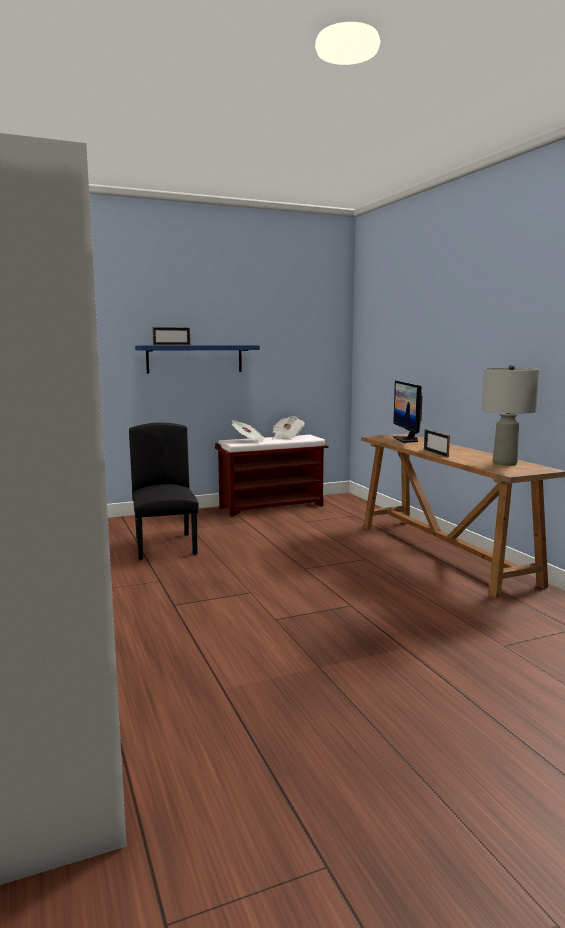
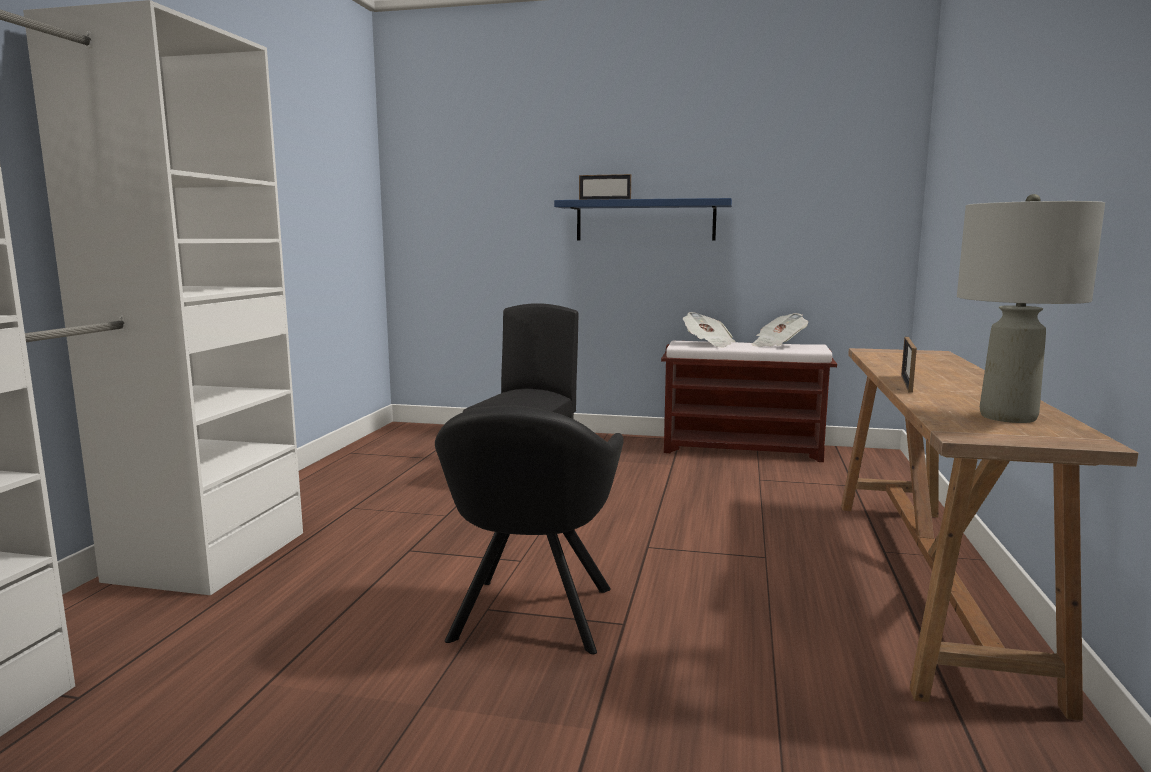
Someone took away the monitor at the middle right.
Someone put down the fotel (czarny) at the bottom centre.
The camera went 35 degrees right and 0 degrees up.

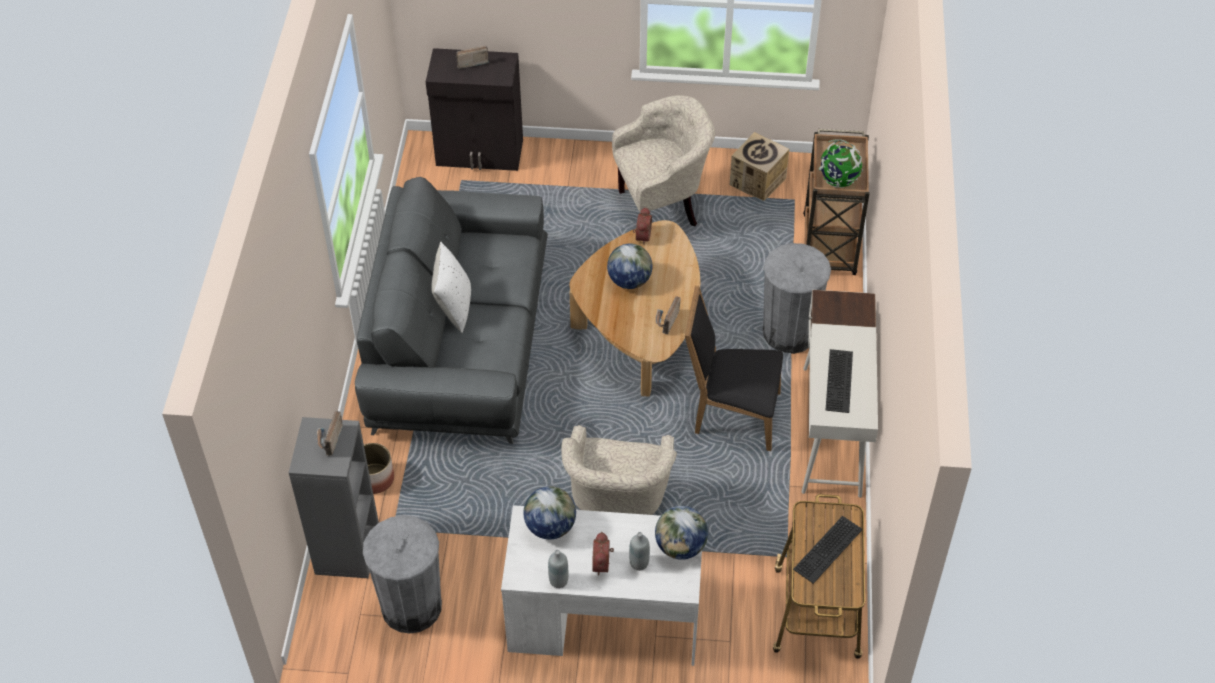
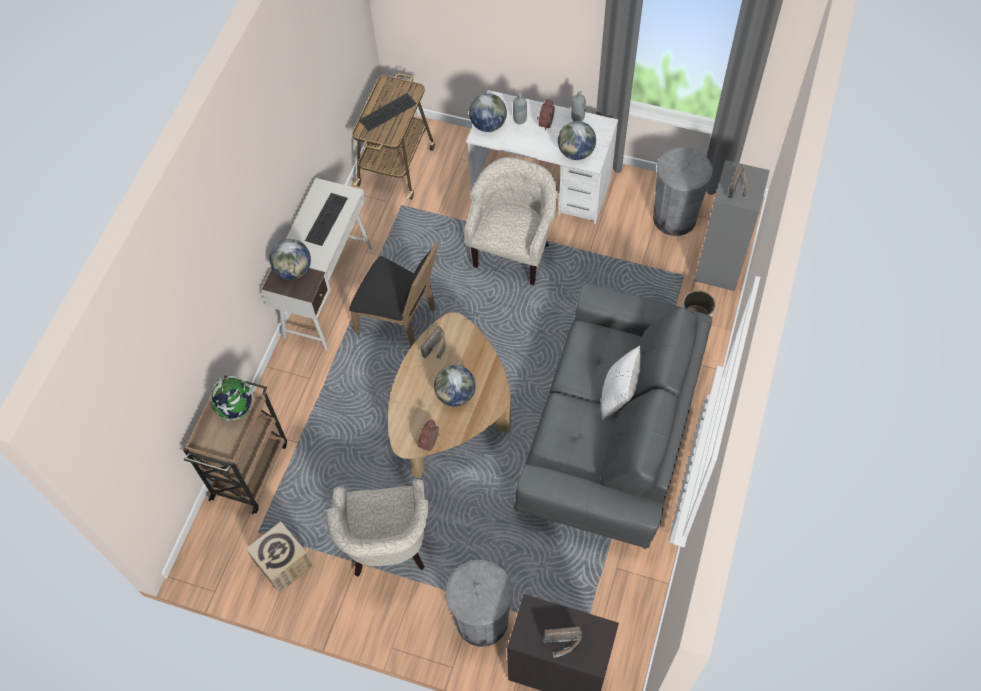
Someone put down the globus (no. 2 from left) at the middle left.
Someone carried the kosz na śmieci (szary) (no. 2 from left in the first image) from the centre to the bottom centre.
Someone rotated the fotel (beżowy) (no. 2 from left in the first image) at the top centre by 90 degrees counterclockwise.
The camera went 165 degrees left and 10 degrees up.

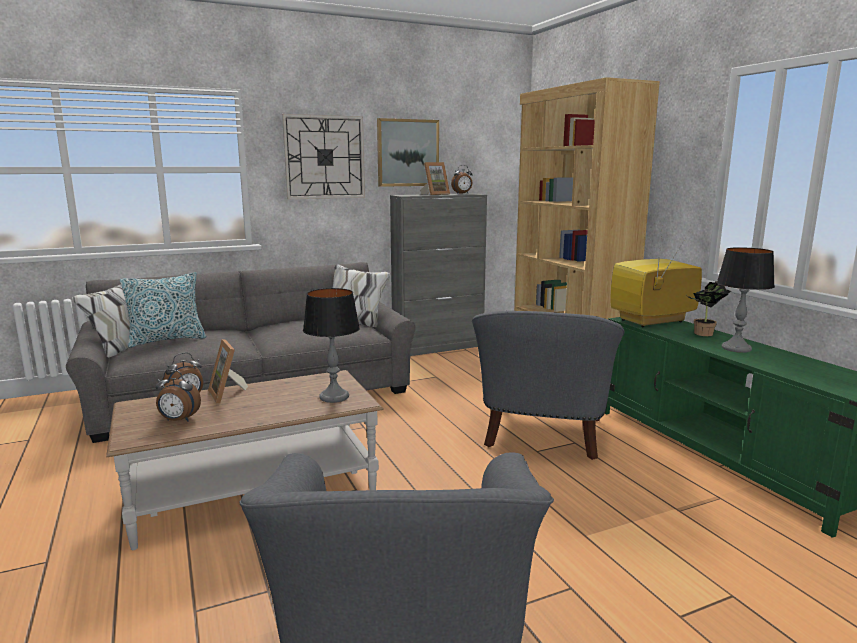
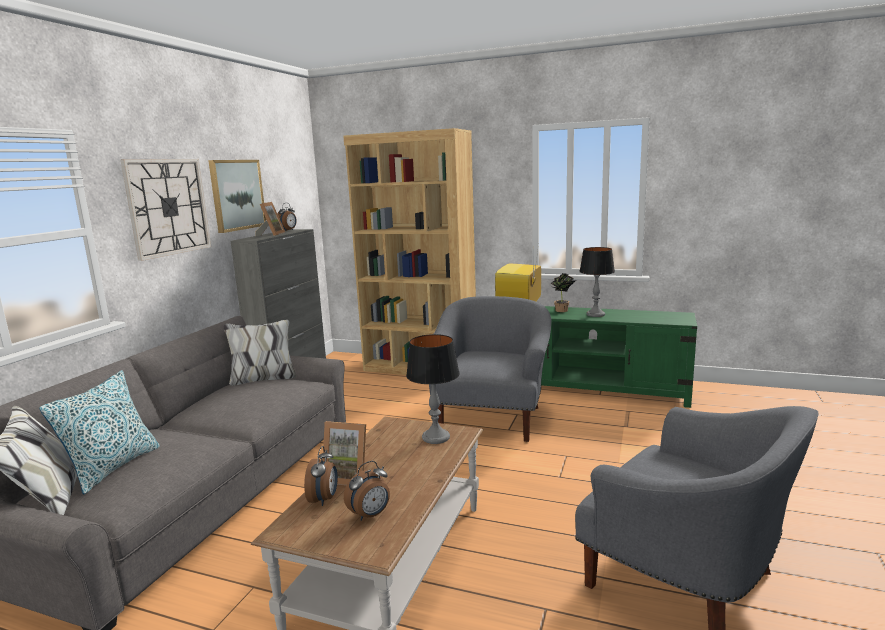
Someone rotated the fotel (szary) (no. 2 from left in the first image) at the centre by 135 degrees counterclockwise.
The camera went 45 degrees left and 0 degrees up.

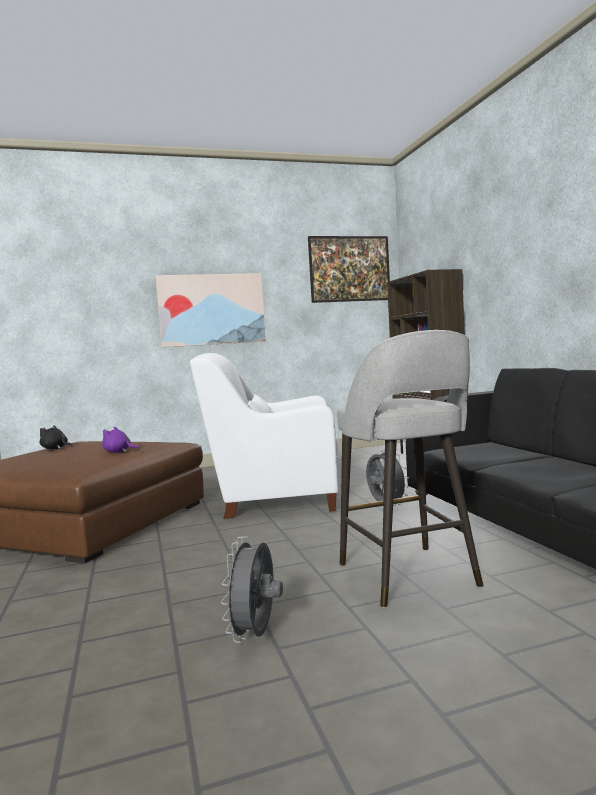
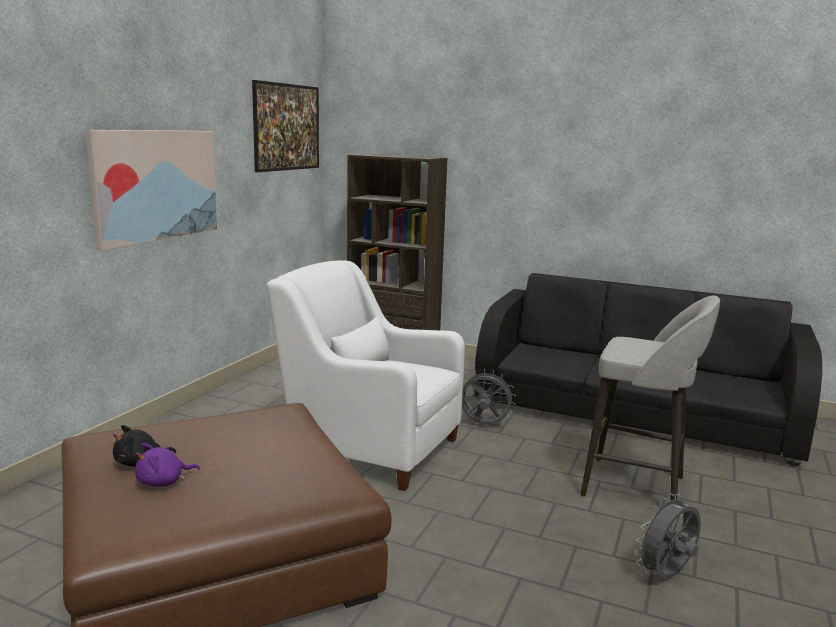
Someone carried the pluszak (fioletowy) from the middle left to the bottom left.
Someone rotated the fotel (biały) at the centre by 75 degrees clockwise.
Someone rotated the wentylator (szary) (no. 1 from left in the first image) at the bottom centre by 90 degrees clockwise.
The camera went 50 degrees left and 10 degrees up.

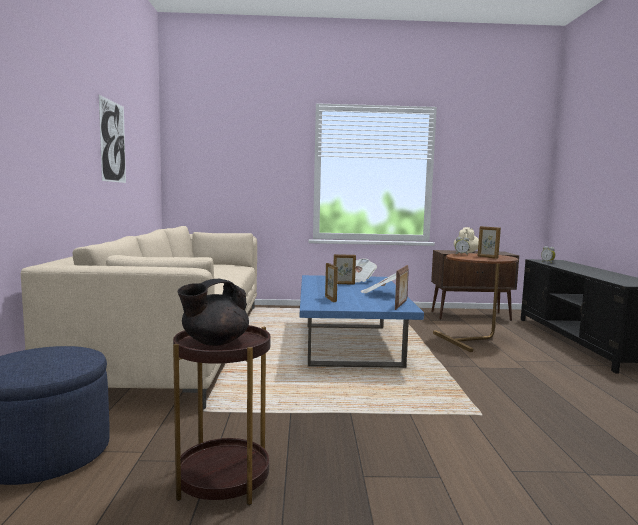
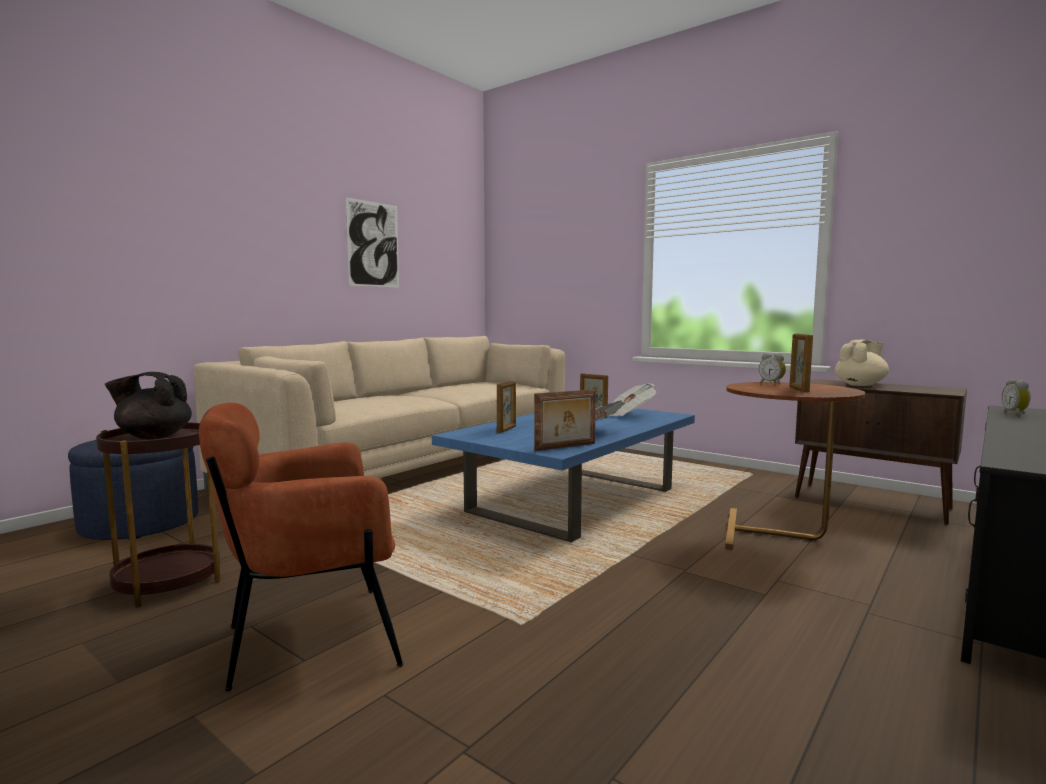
Someone put down the fotel (brązowy) at the bottom left.
The camera went 40 degrees right and 0 degrees up.

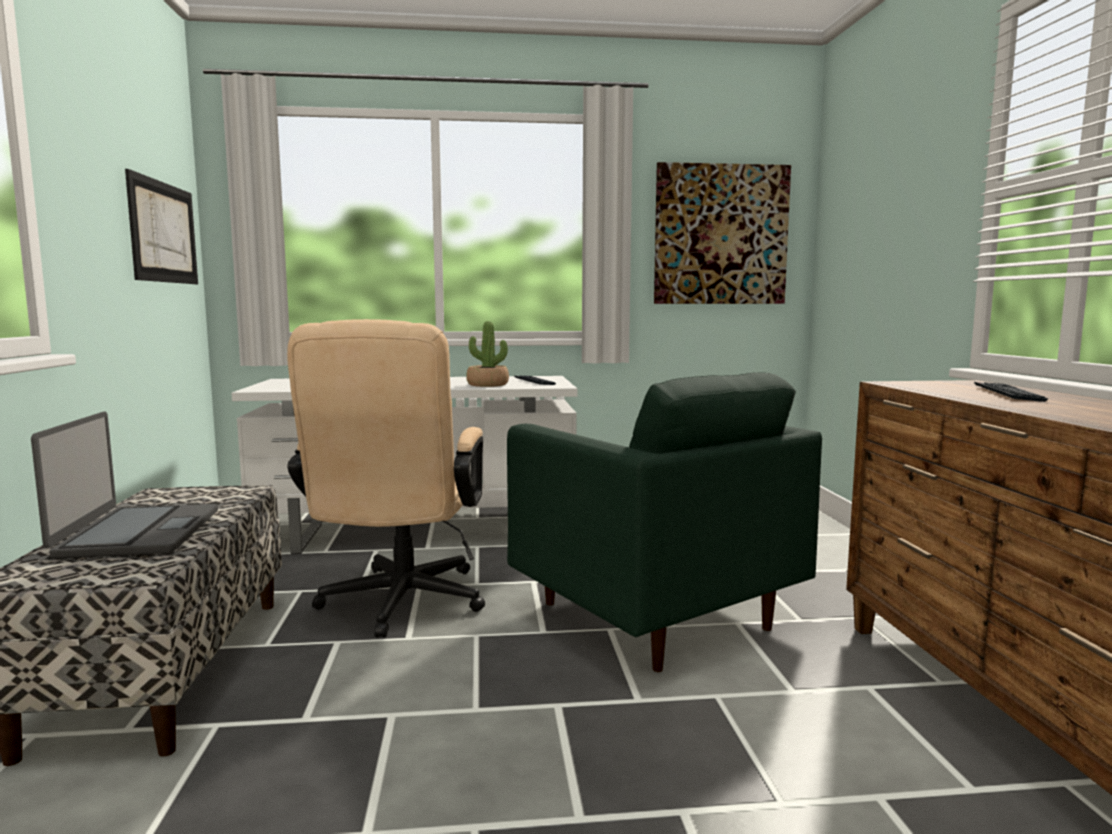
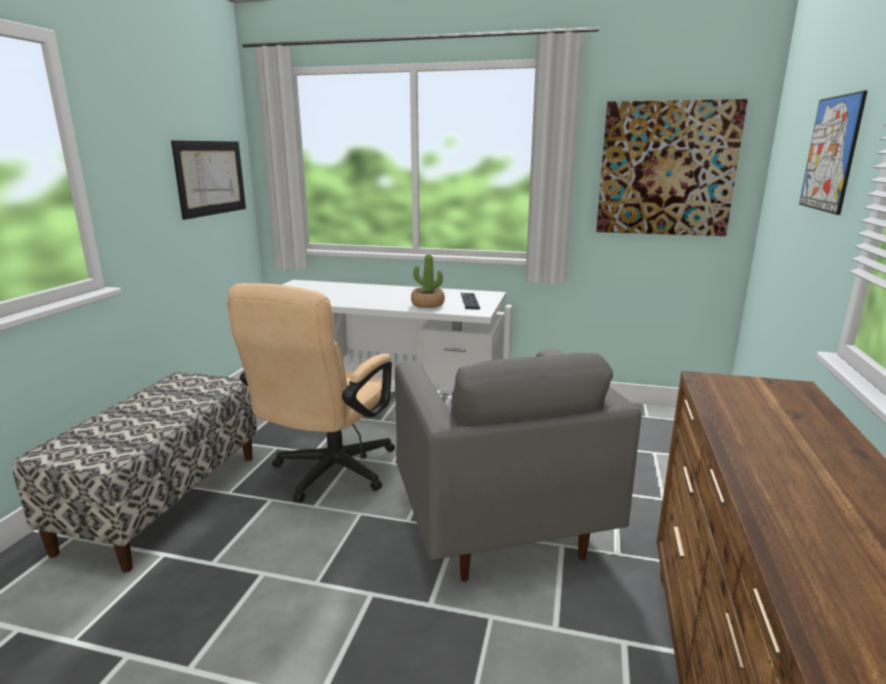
Someone took away the laptop at the middle left.
Someone took away the klawiatura (no. 2 from left) at the middle right.
Someone put up the obraz (no. 3 from left) at the top right.
Someone repainted the fotel (zielony) at the centre, which became the fotel (szary) at the bottom centre.
The camera went 20 degrees right and 10 degrees up.

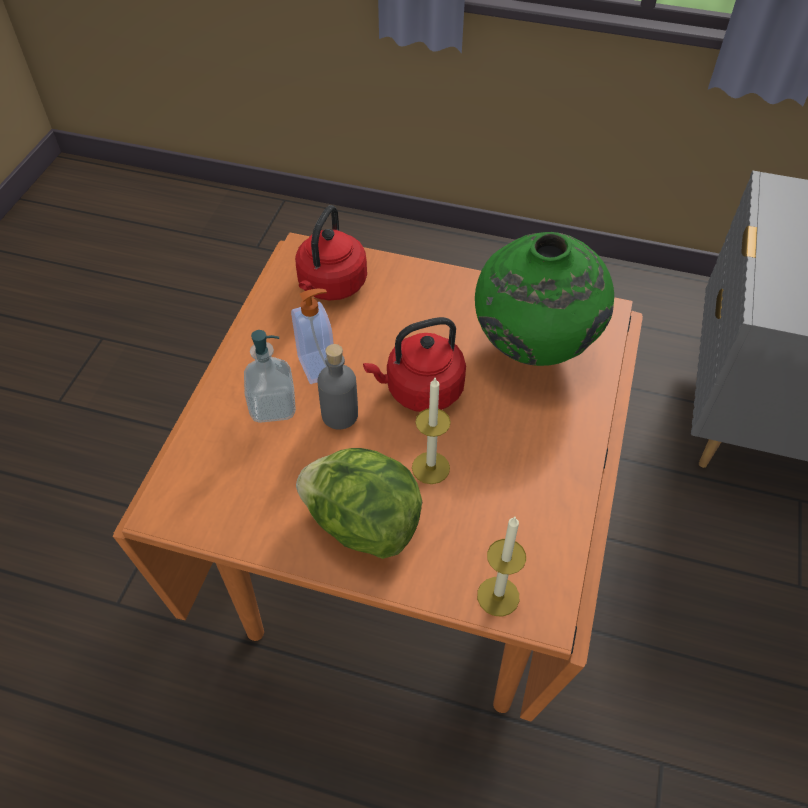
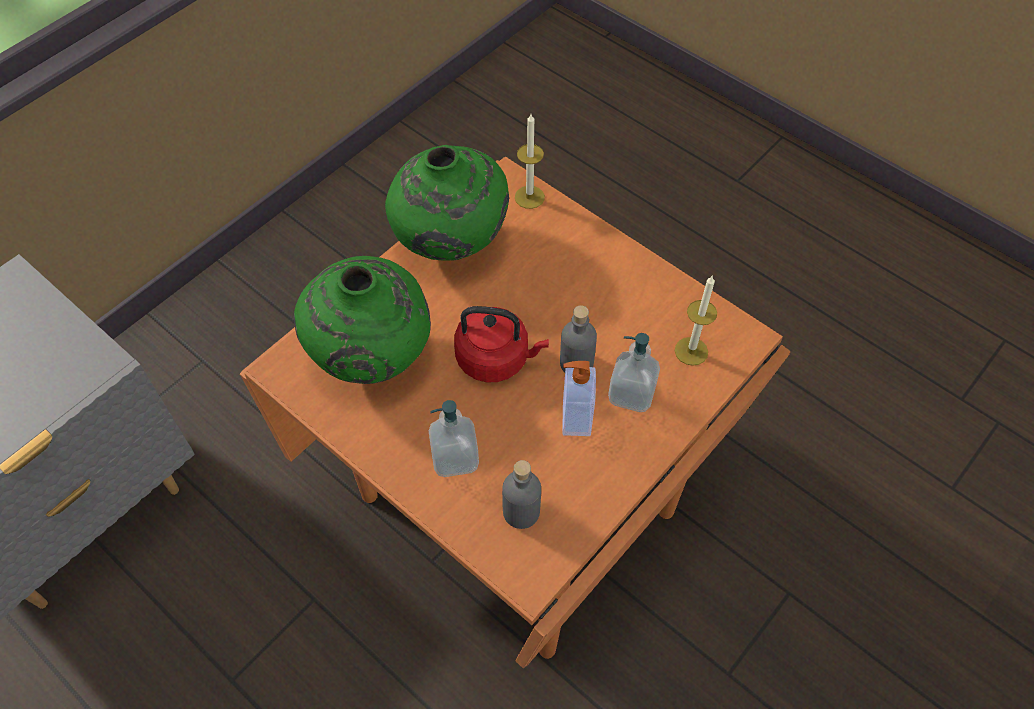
Someone took away the sałata at the centre.
Someone put down the wazon (zielony) (no. 2 from left) at the top centre.
Someone put down the dozownik mydła (no. 1 from left) at the centre.
Someone carried the świeca (no. 1 from left in the first image) from the centre to the middle right.
Someone swapped the czajnik (czerwony) (no. 1 from left) at the top centre for the butelka (szary) (no. 1 from left) at the bottom centre.
The camera went 155 degrees left and 5 degrees up.

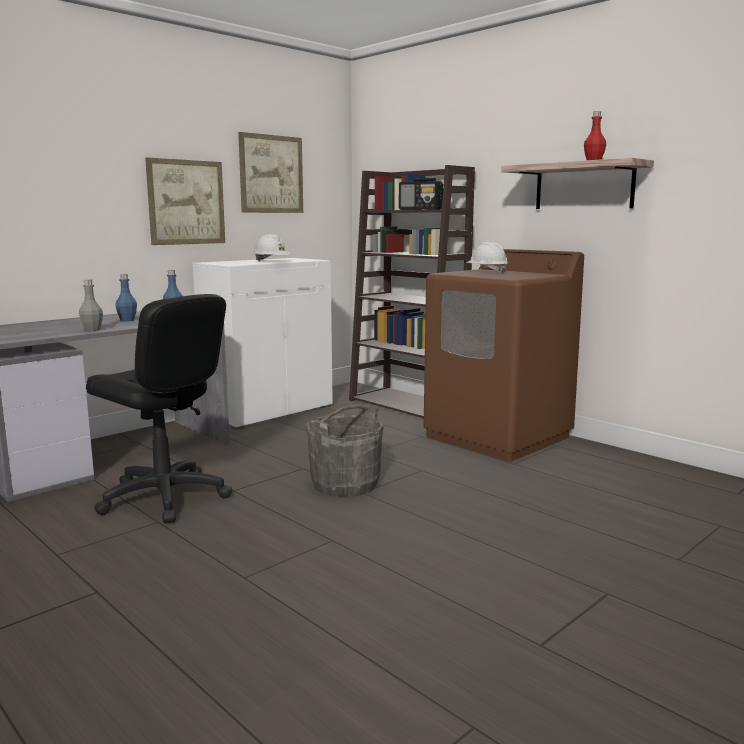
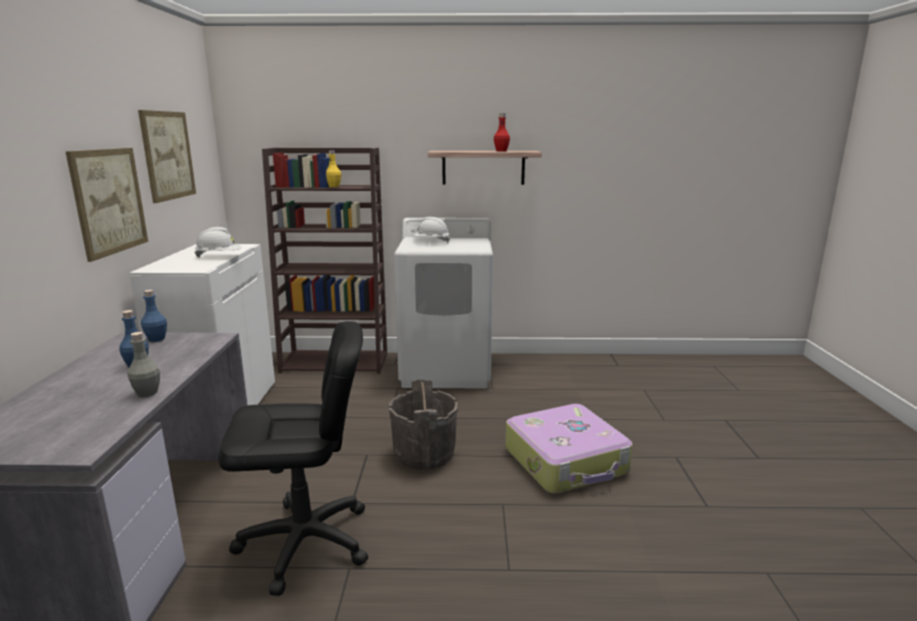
Someone put down the walizka at the bottom centre.
Someone swapped the radio at the top centre for the butelka (żółty) at the top centre.
Someone repainted the pralka (brązowy) at the middle right, which became the pralka (biały) at the centre.
The camera went 45 degrees left and 5 degrees up.

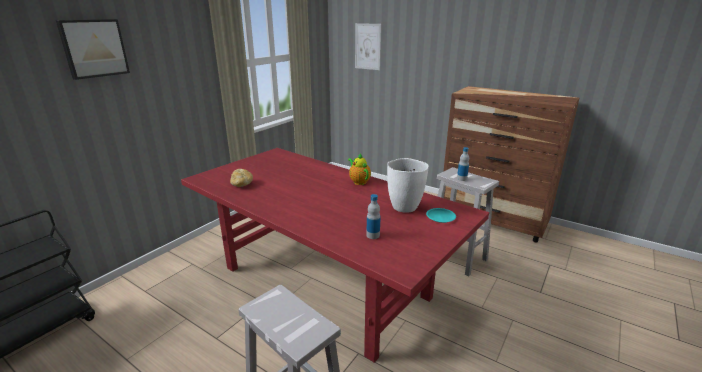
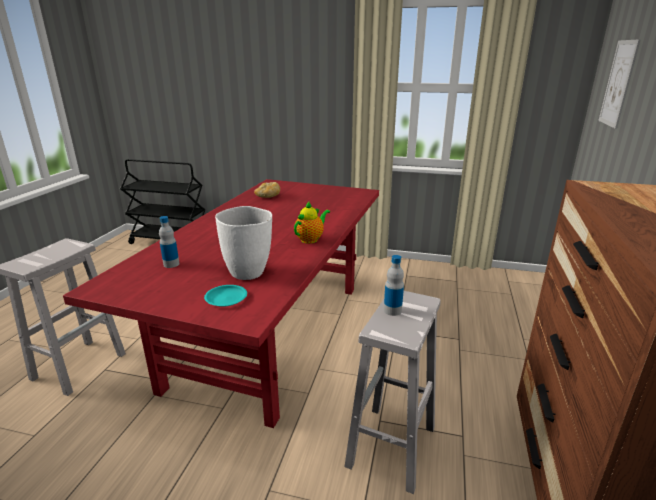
Someone took away the obraz (no. 1 from left) at the top left.
The camera went 70 degrees right and 0 degrees up.

